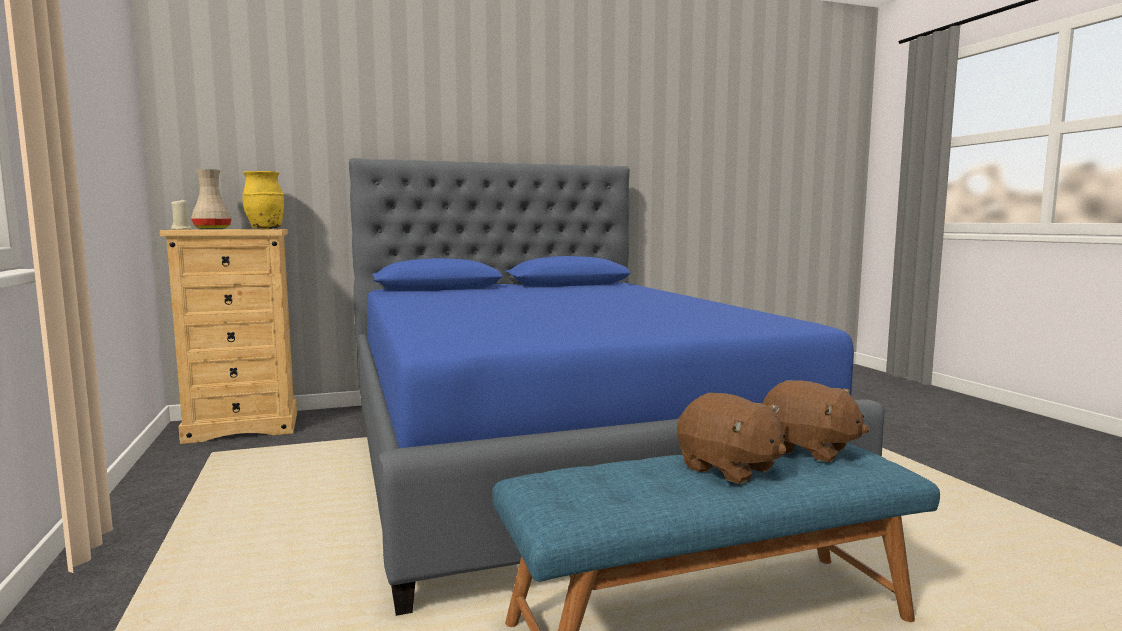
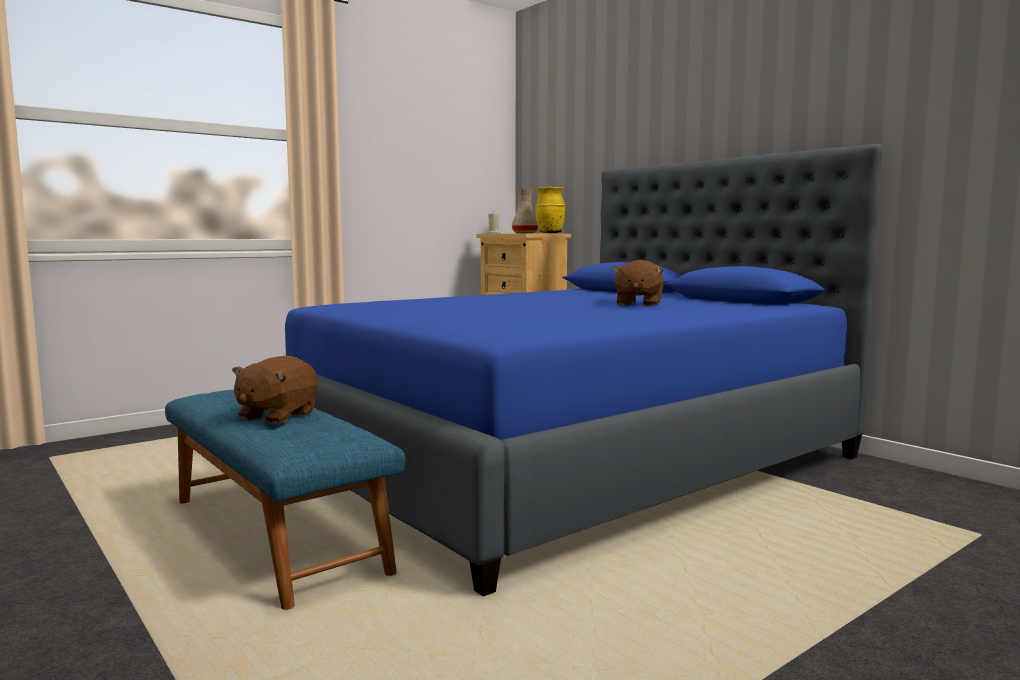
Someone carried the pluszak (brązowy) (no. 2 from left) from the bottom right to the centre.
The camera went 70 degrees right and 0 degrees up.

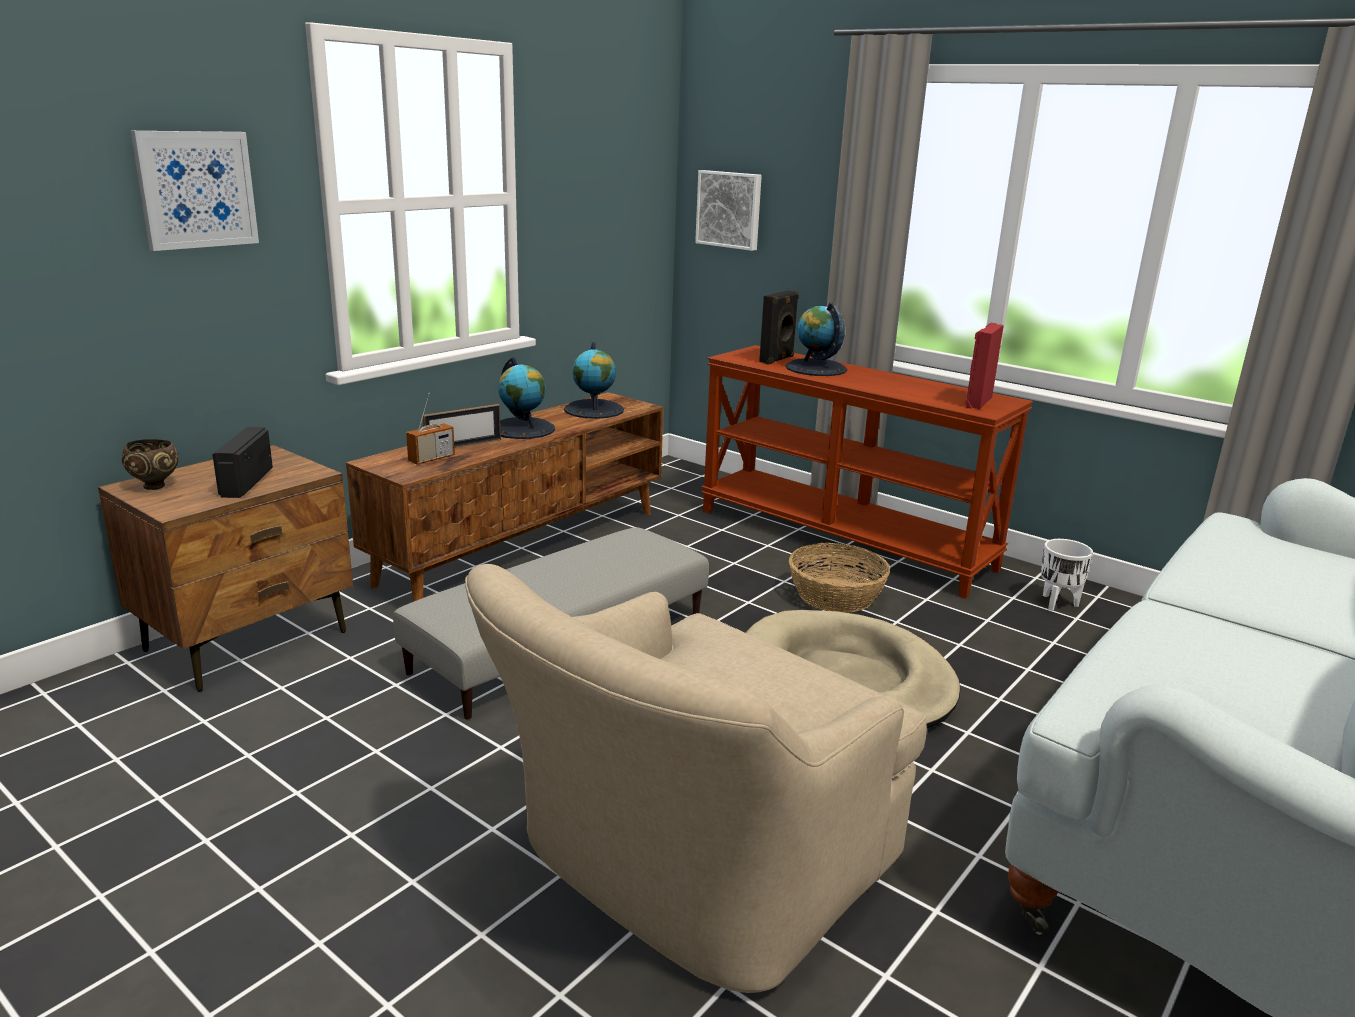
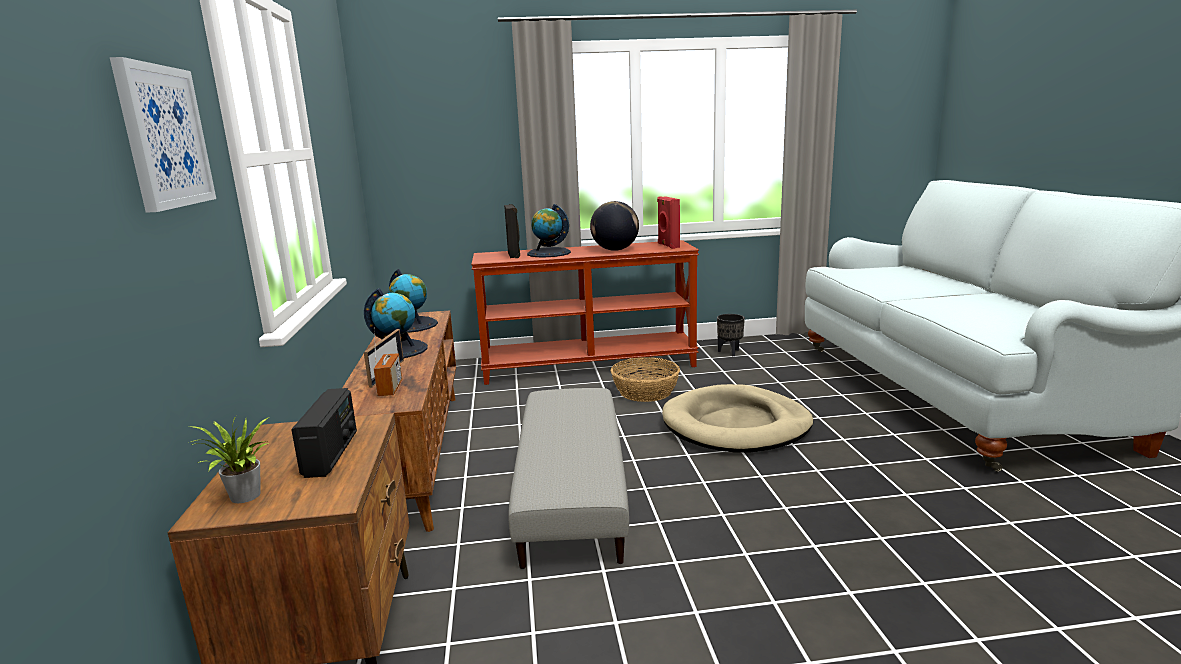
Someone took away the fotel (beżowy) at the bottom centre.
Someone took away the obraz (no. 2 from left) at the top centre.
Someone put down the globus (no. 4 from left) at the centre.
Someone swapped the miska (brązowy) at the middle left for the roślina doniczkowa at the bottom left.
Someone repainted the donica (biały) at the middle right, which became the donica (czarny) at the centre.
Someone rotated the radio (no. 1 from left) at the middle left by 135 degrees counterclockwise.
The camera went 45 degrees left and 5 degrees down.

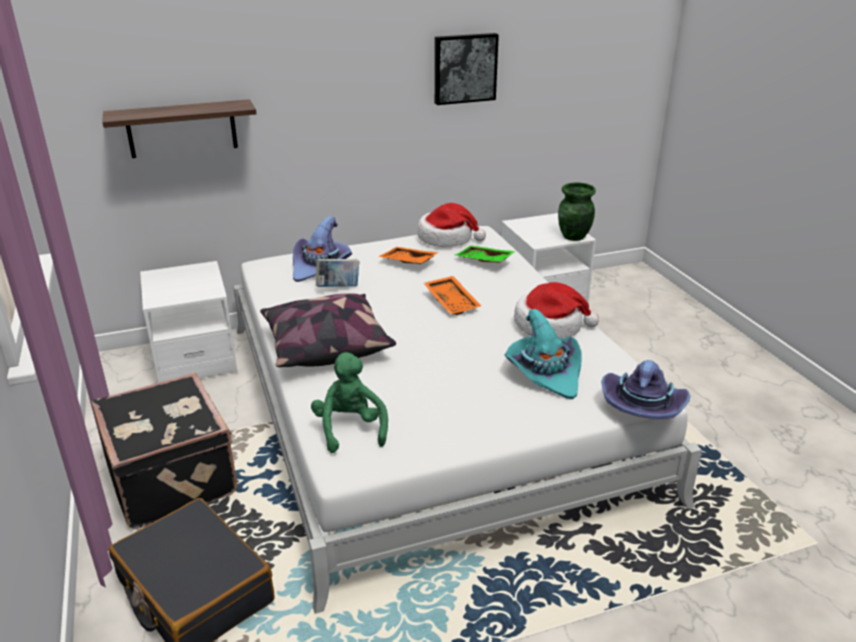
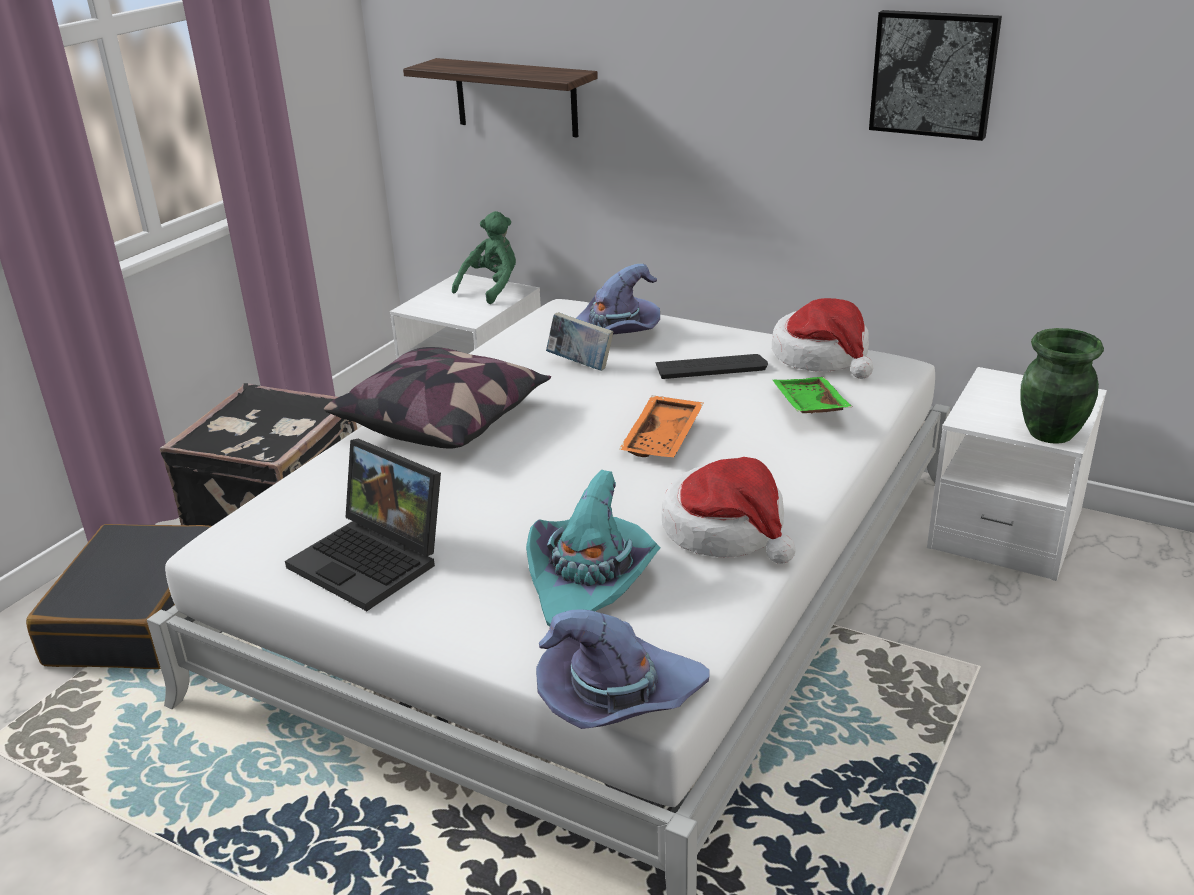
Someone put down the laptop at the middle left.
Someone carried the pluszak (zielony) from the centre to the top centre.
Someone swapped the taca (pomarańczowy) (no. 1 from left) at the centre for the klawiatura at the centre.
The camera went 50 degrees right and 0 degrees up.

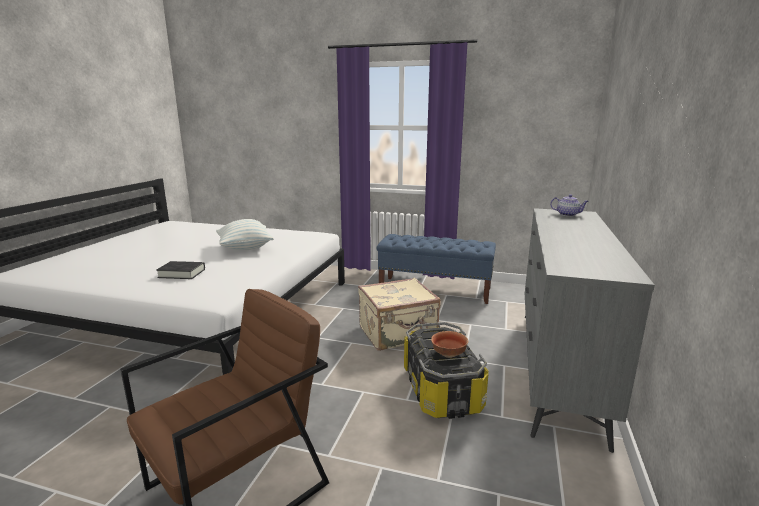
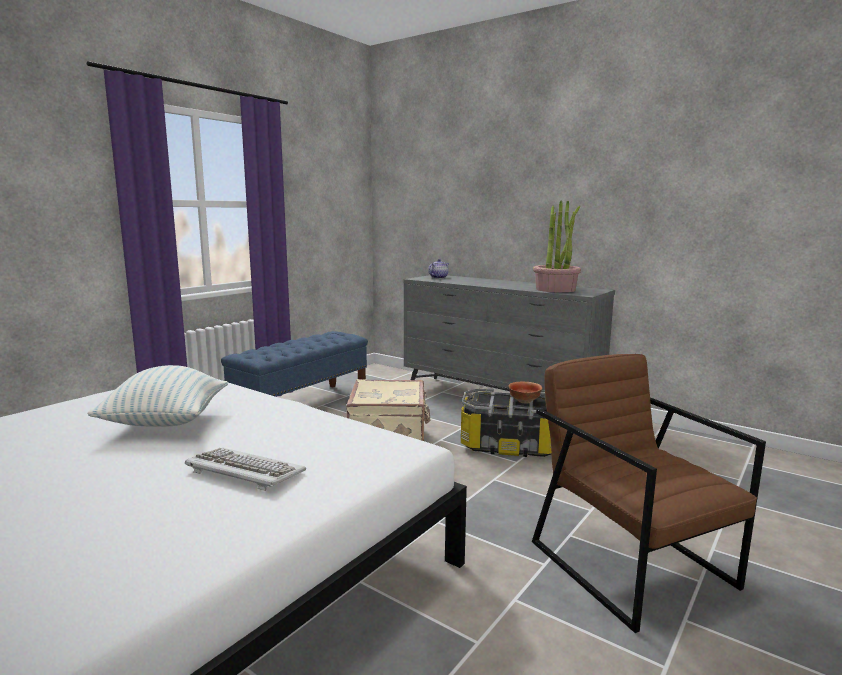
Someone put down the roślina doniczkowa at the centre.
Someone swapped the książka (czarny) at the middle left for the klawiatura at the bottom left.
The camera went 70 degrees left and 5 degrees down.

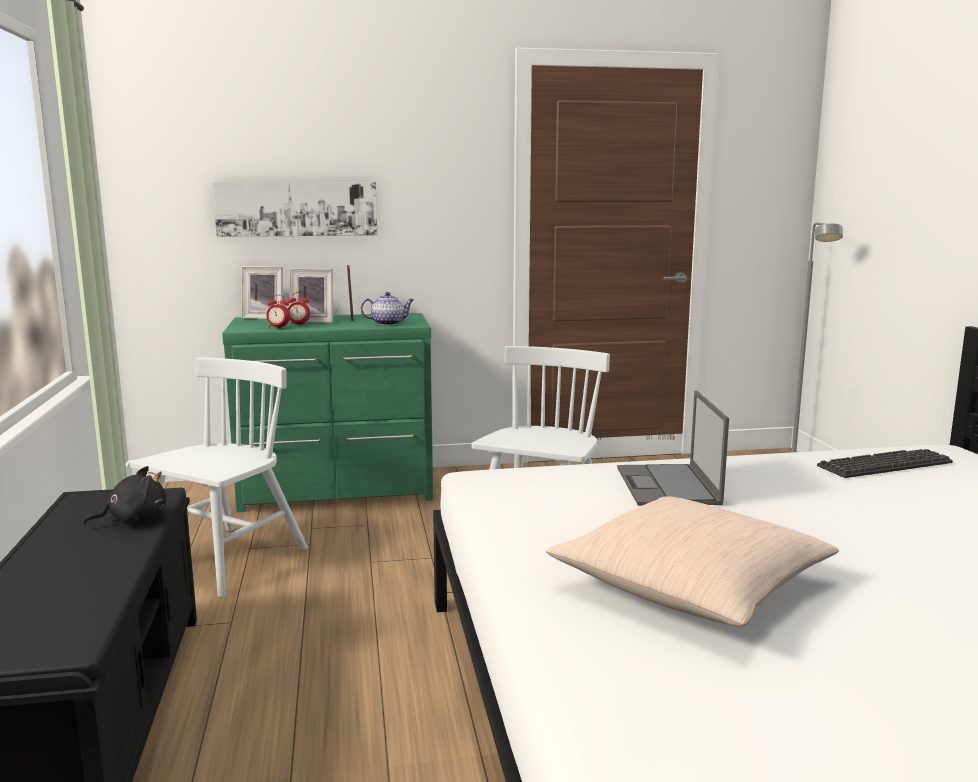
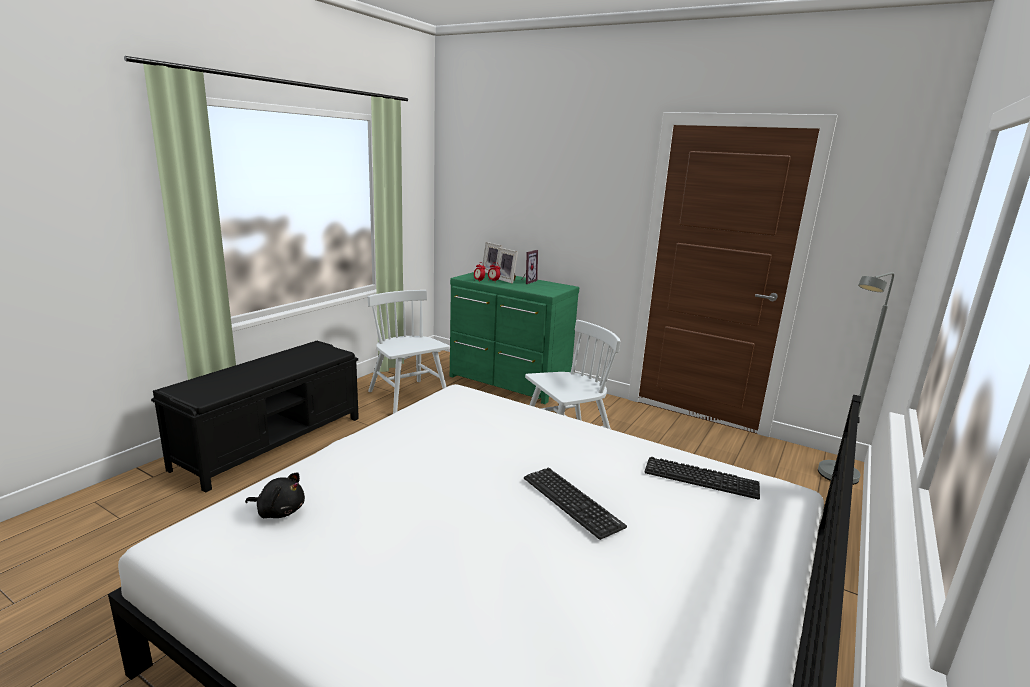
Someone took away the obraz at the top left.
Someone took away the imbryk at the centre.
Someone took away the poduszka (beżowy) at the bottom right.
Someone took away the laptop at the middle right.
Someone put down the klawiatura (no. 1 from left) at the bottom centre.
Someone carried the pluszak (czarny) from the middle left to the bottom left.
Someone rotated the krzesło (biały) (no. 1 from left) at the middle left by 105 degrees counterclockwise.
The camera went 40 degrees right and 5 degrees up.

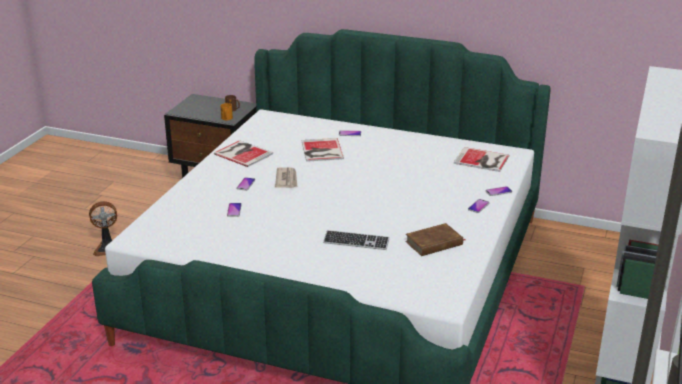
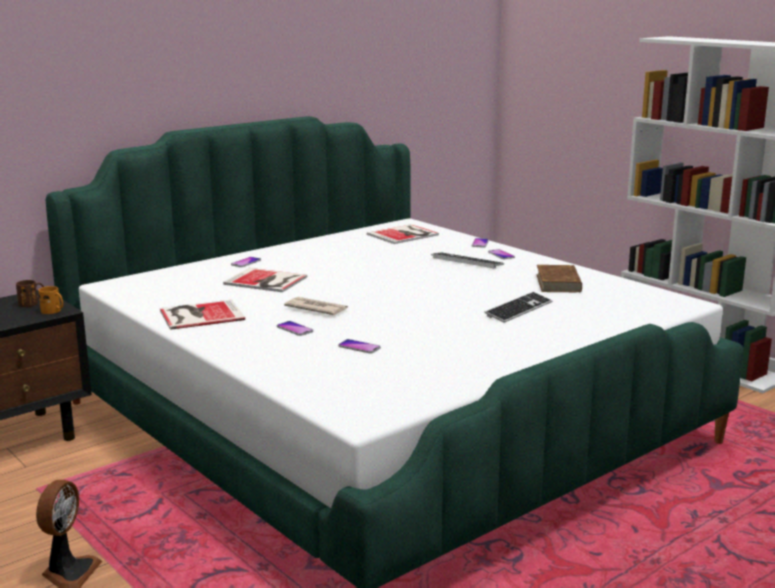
Someone put down the klawiatura (no. 1 from left) at the centre.
The camera went 60 degrees left and 10 degrees down.

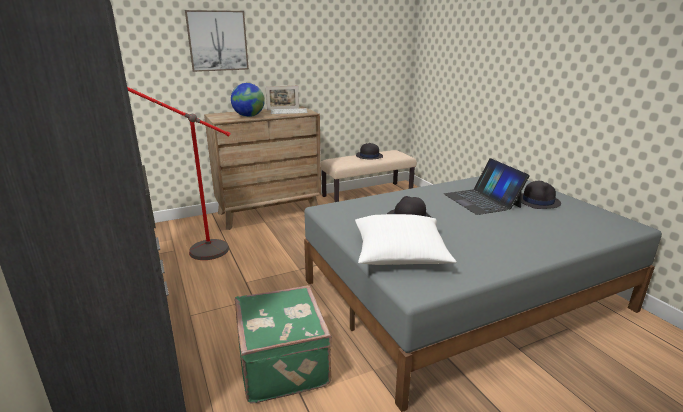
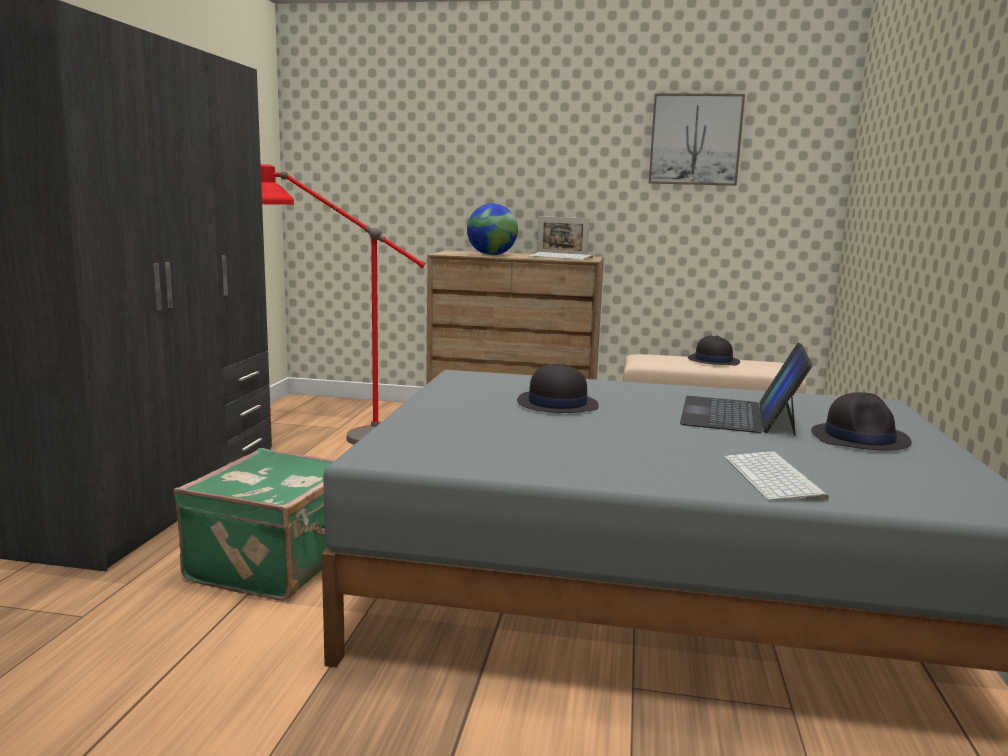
Someone took away the poduszka (biały) at the centre.
Someone put down the klawiatura (no. 2 from left) at the middle right.
Someone carried the obraz from the top left to the top right.
The camera went 35 degrees right and 10 degrees down.

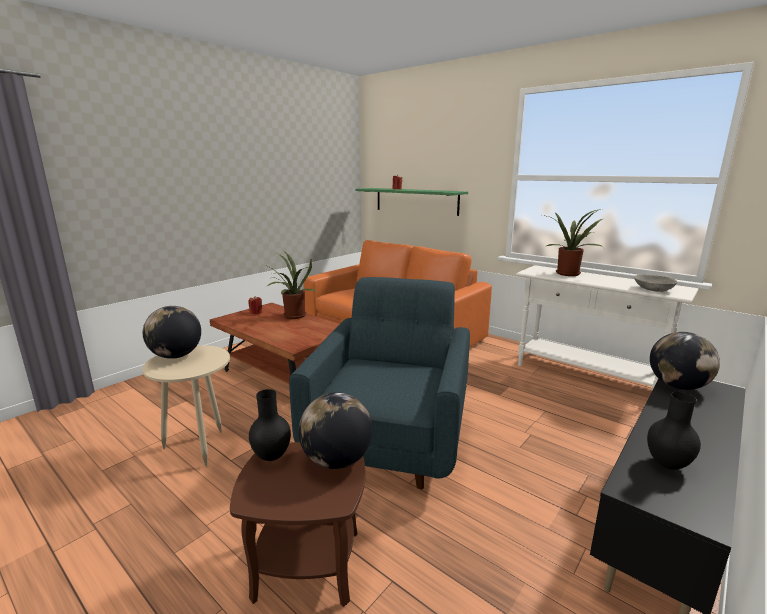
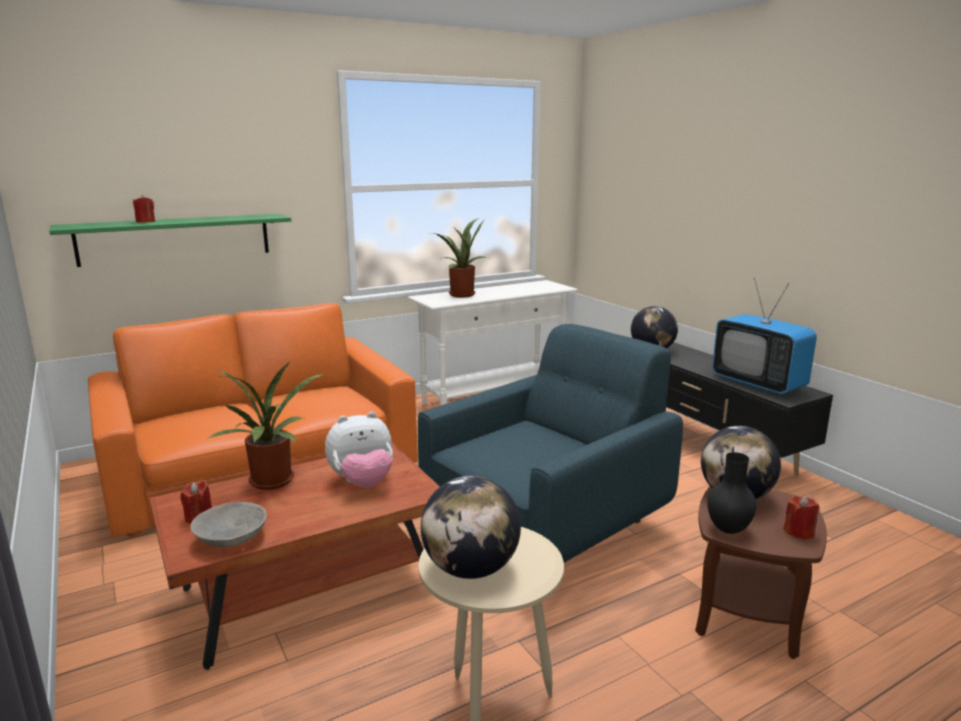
Someone put down the pluszak at the centre.
Someone put down the świeca (czerwony) (no. 3 from left) at the bottom right.
Someone carried the miska (szary) from the middle right to the bottom left.
Someone swapped the wazon (czarny) (no. 2 from left) at the bottom right for the telewizor at the middle right.
Someone rotated the fotel (niebieski) at the centre by 105 degrees clockwise.
The camera went 70 degrees left and 0 degrees up.

